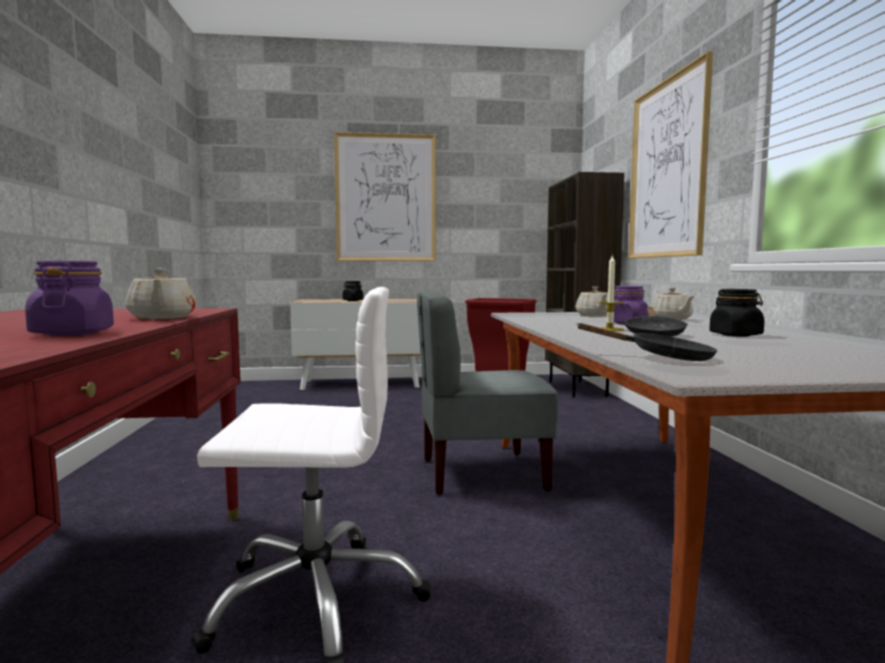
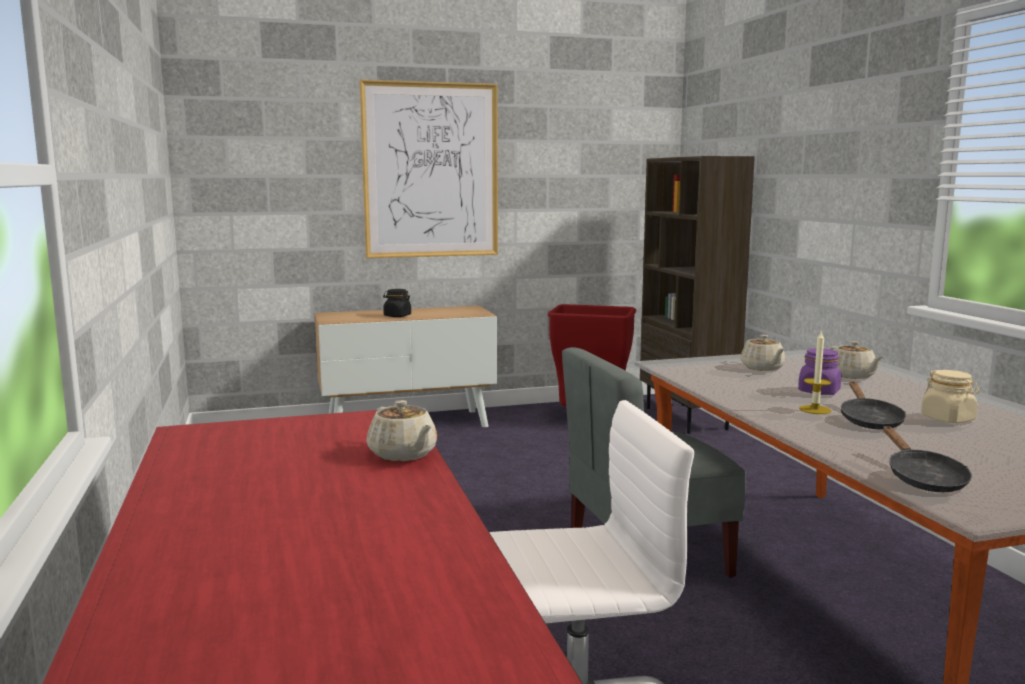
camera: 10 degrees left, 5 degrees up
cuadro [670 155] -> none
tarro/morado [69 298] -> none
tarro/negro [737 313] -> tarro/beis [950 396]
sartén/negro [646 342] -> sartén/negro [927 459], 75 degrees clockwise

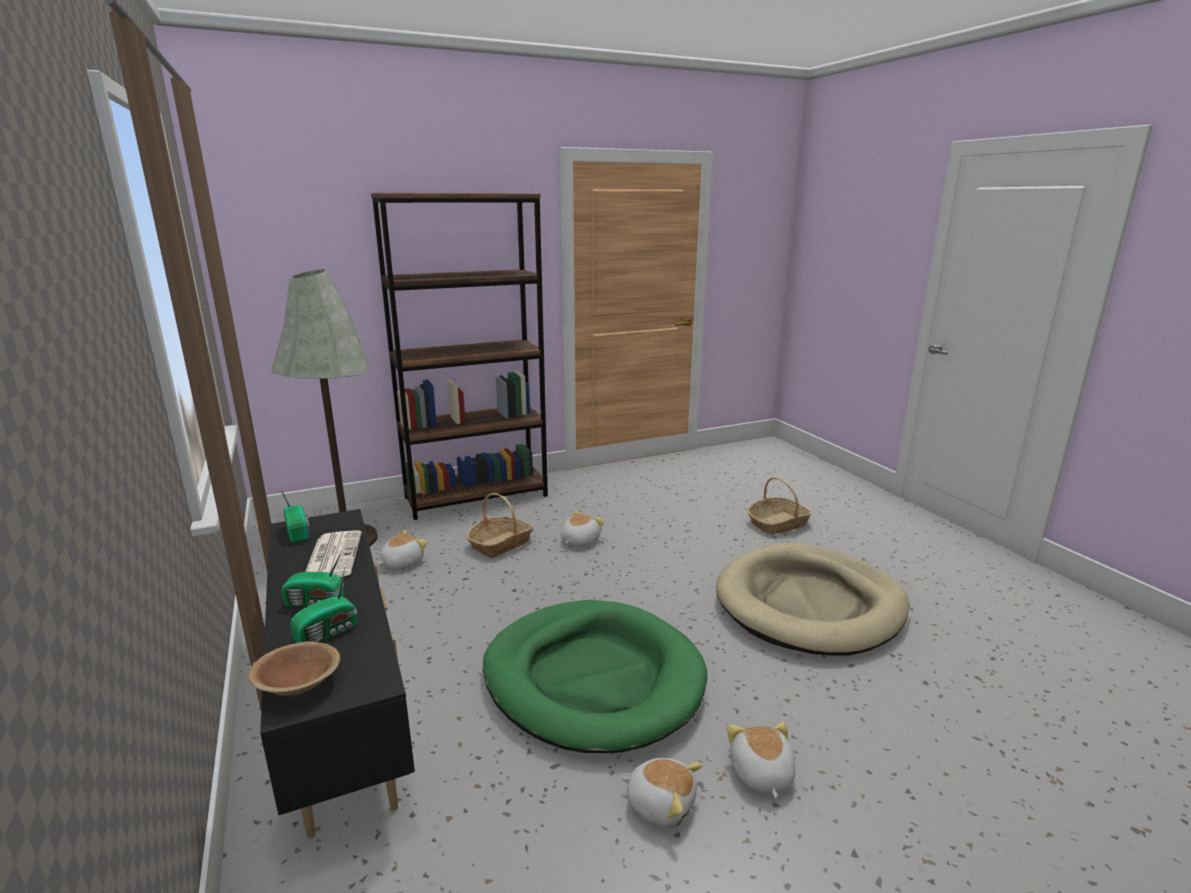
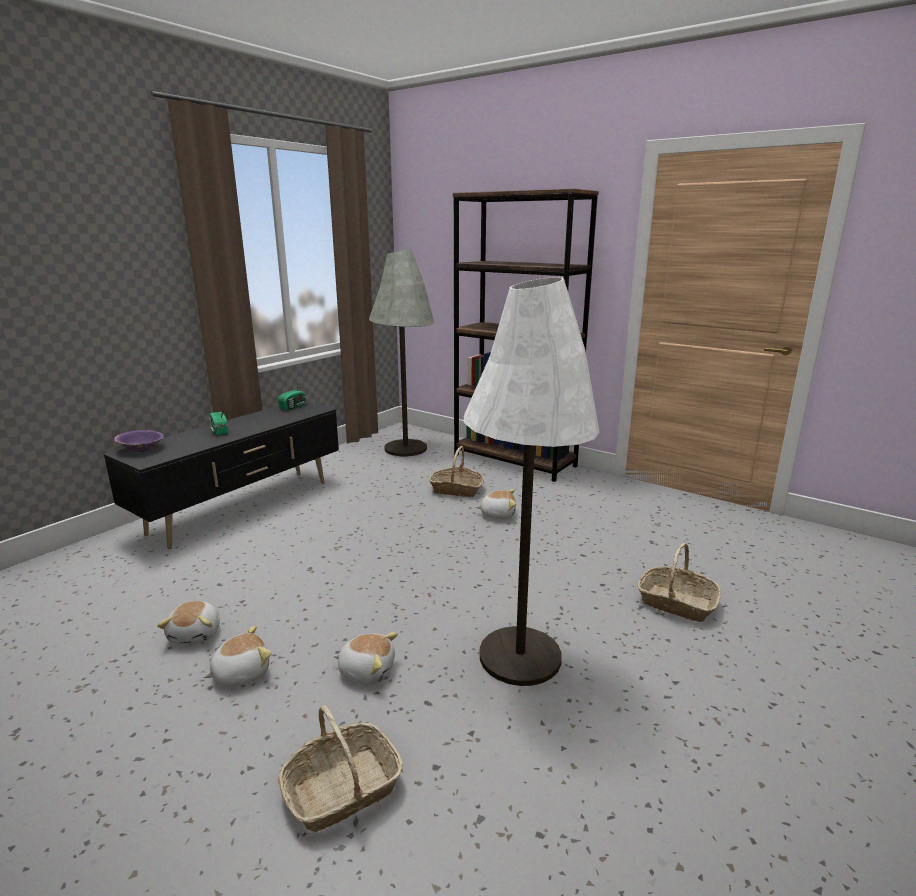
camera: 60 degrees right, 0 degrees up
periódico [333 553] -> none
peluche [402 549] -> peluche [365 658], move
cama para perro/beis [813 599] -> lámpara de pie/blanco [531 481]
radio [323 605] -> none
cama para perro/verde [595 676] -> none
cuenco/marrón [294 668] -> cuenco/morado [139 441]
none -> cesta [340 768]

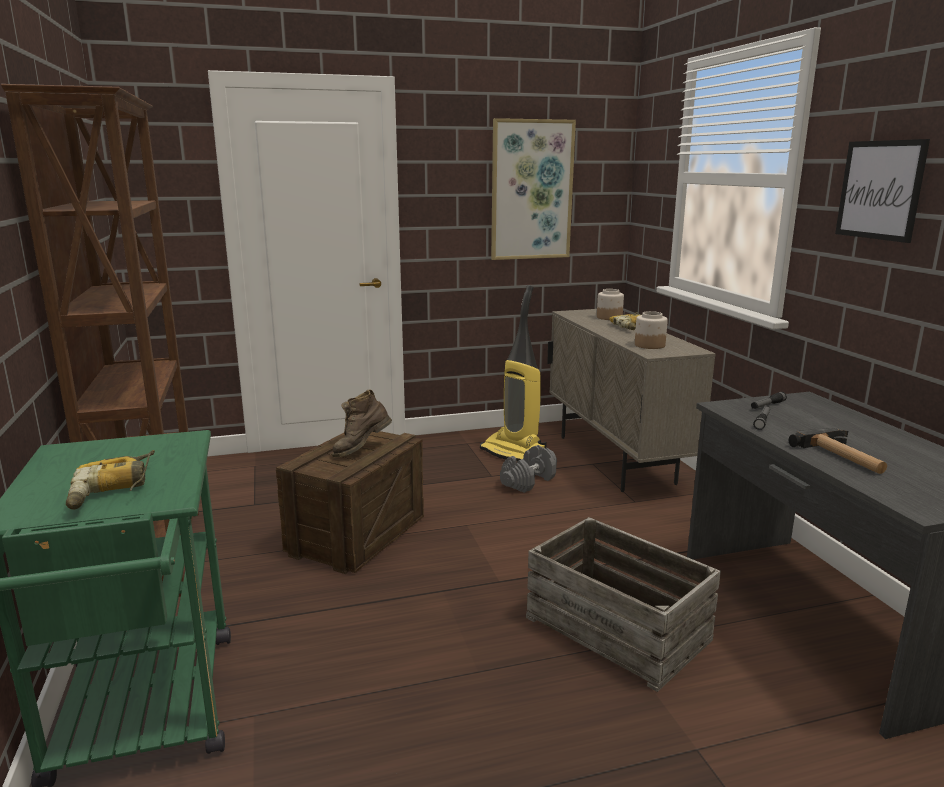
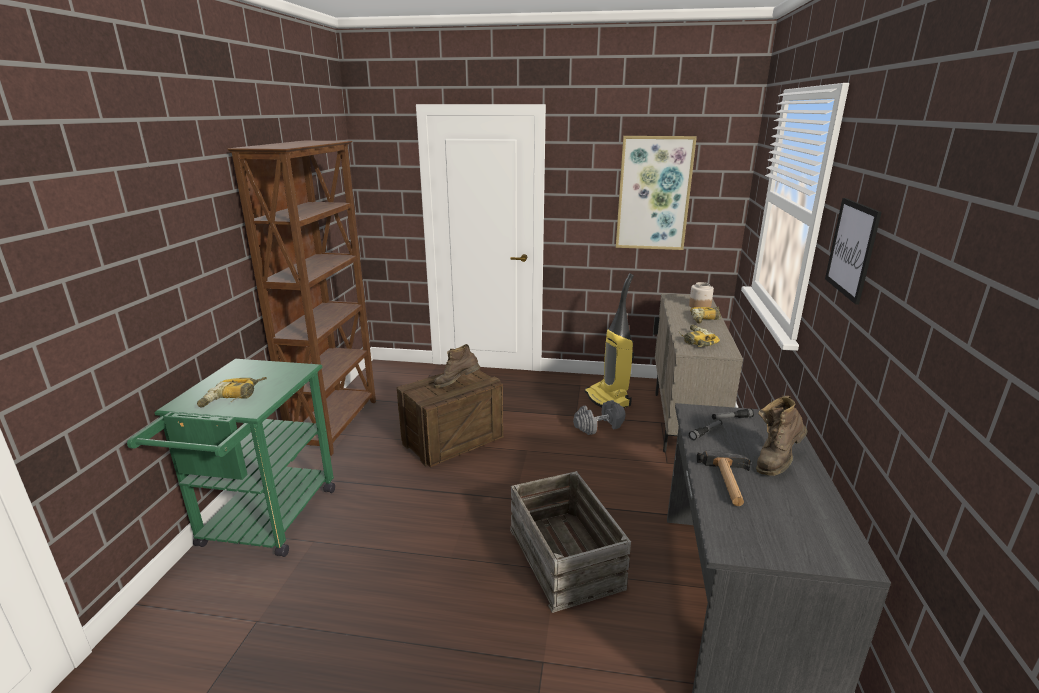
camera: 25 degrees right, 5 degrees up
tarro [651 330] -> taladro [699 336]
none -> bota/marrón [781 436]

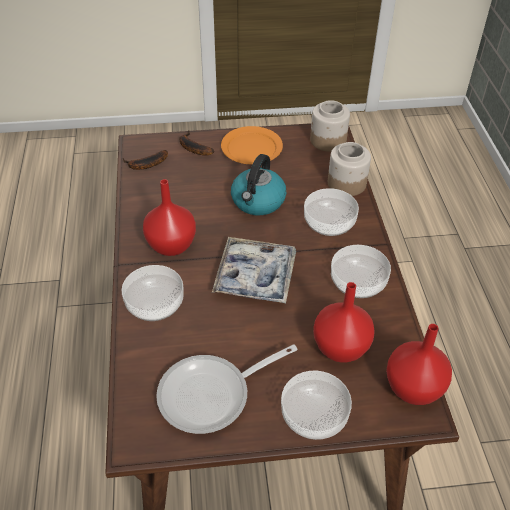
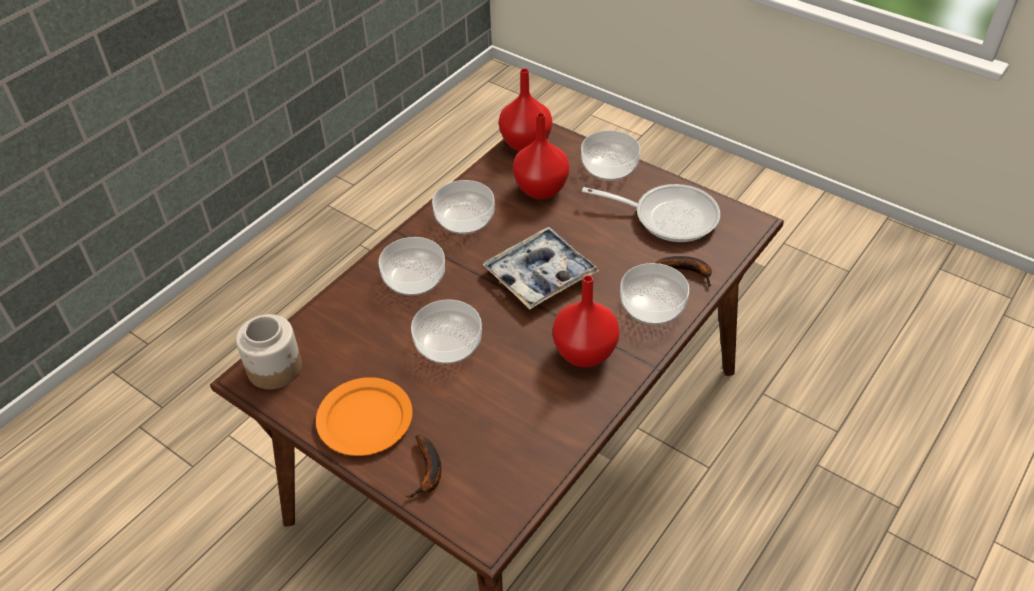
camera: 135 degrees left, 0 degrees up
tarro [349 169] -> none
plátano [145 160] -> plátano [683 271], move
hervidor [258 184] -> cuenco [446 332]

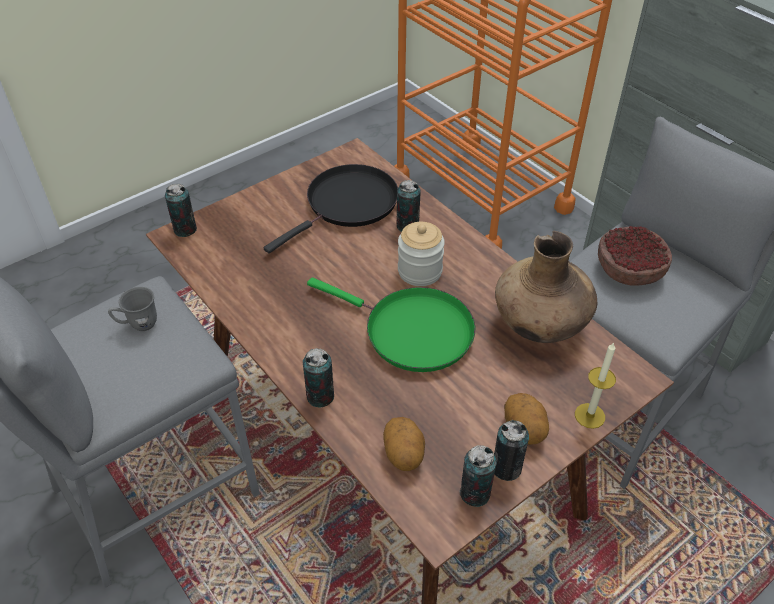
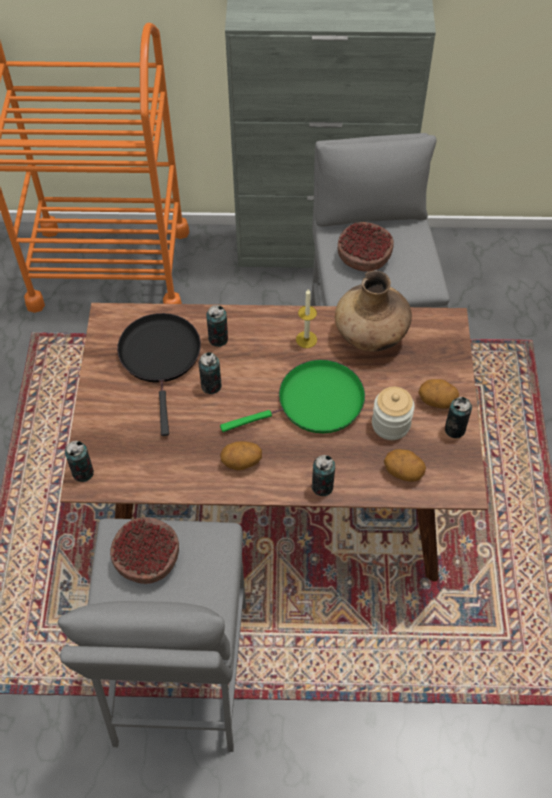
camera: 50 degrees left, 10 degrees up
tarro [421 254] -> tarro [393 413], move
taza grande/gris [132 309] -> cuenco [144 550]
vela [595 385] -> vela [306 318], move
lata [478 476] -> lata [210 373], move
none -> patata [241 455]

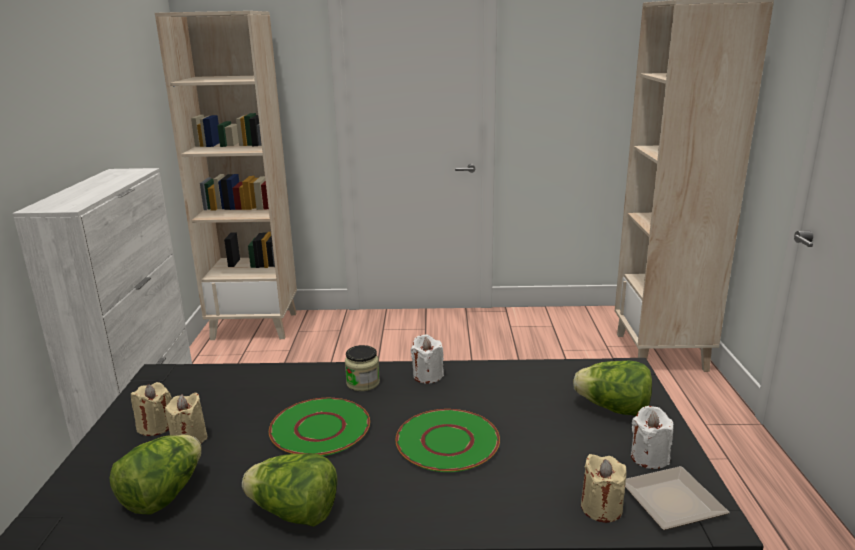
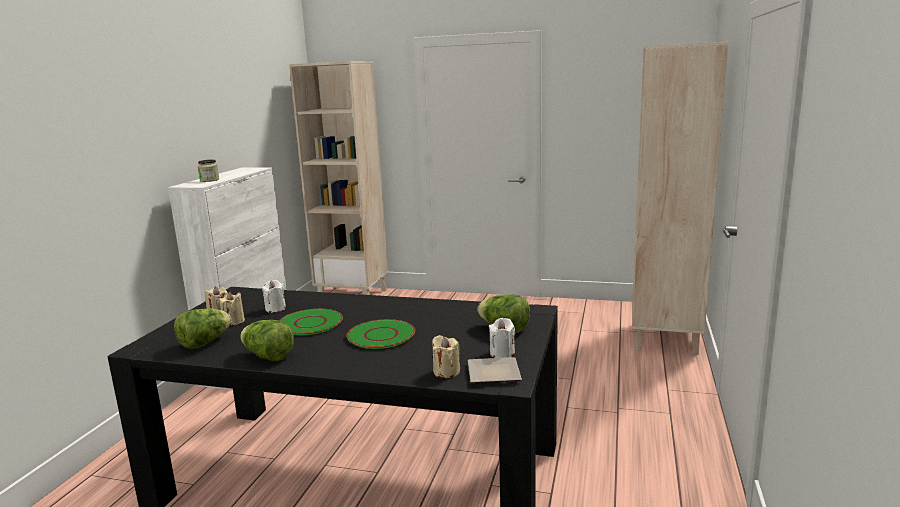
camera: 15 degrees right, 5 degrees down
vela/blanco [427 359] -> vela/blanco [274 296], move
tarro [362 368] -> tarro [208 171], move

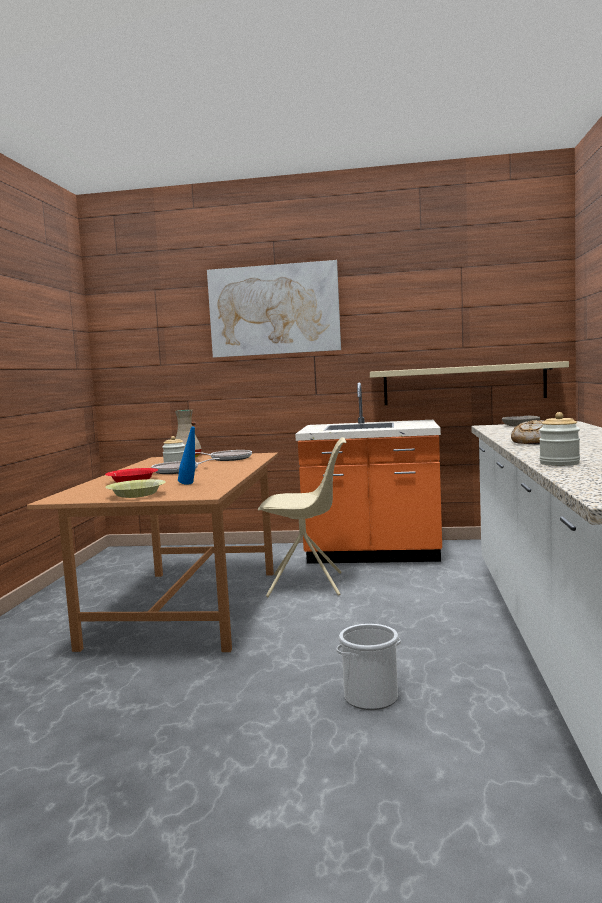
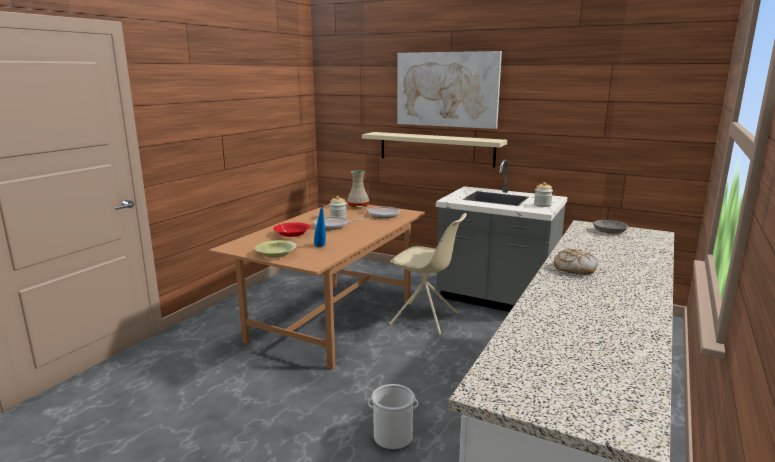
camera: 20 degrees right, 10 degrees up
estante/beis [469 383] -> estante/beis [434 150], move
mueble bajo de cocina/naranja [368 473] -> mueble bajo de cocina/gris [501 235]
tarro [559 439] -> tarro [543 194], move

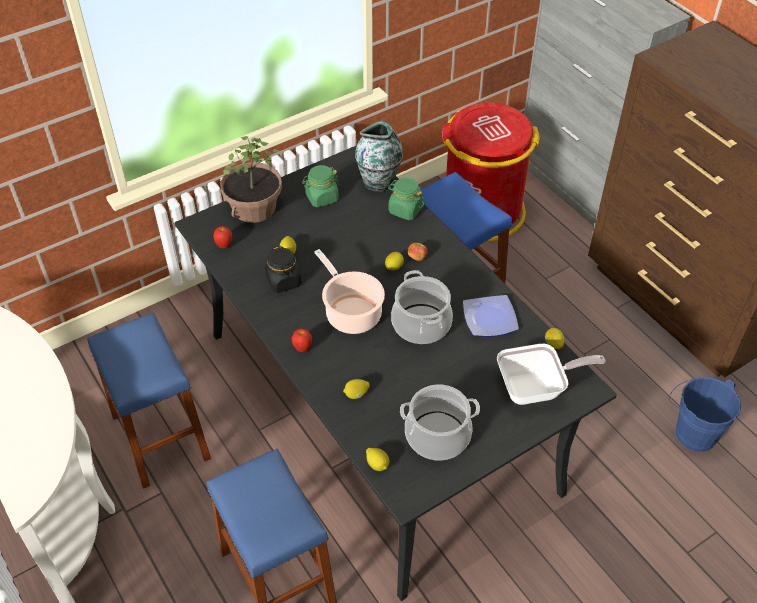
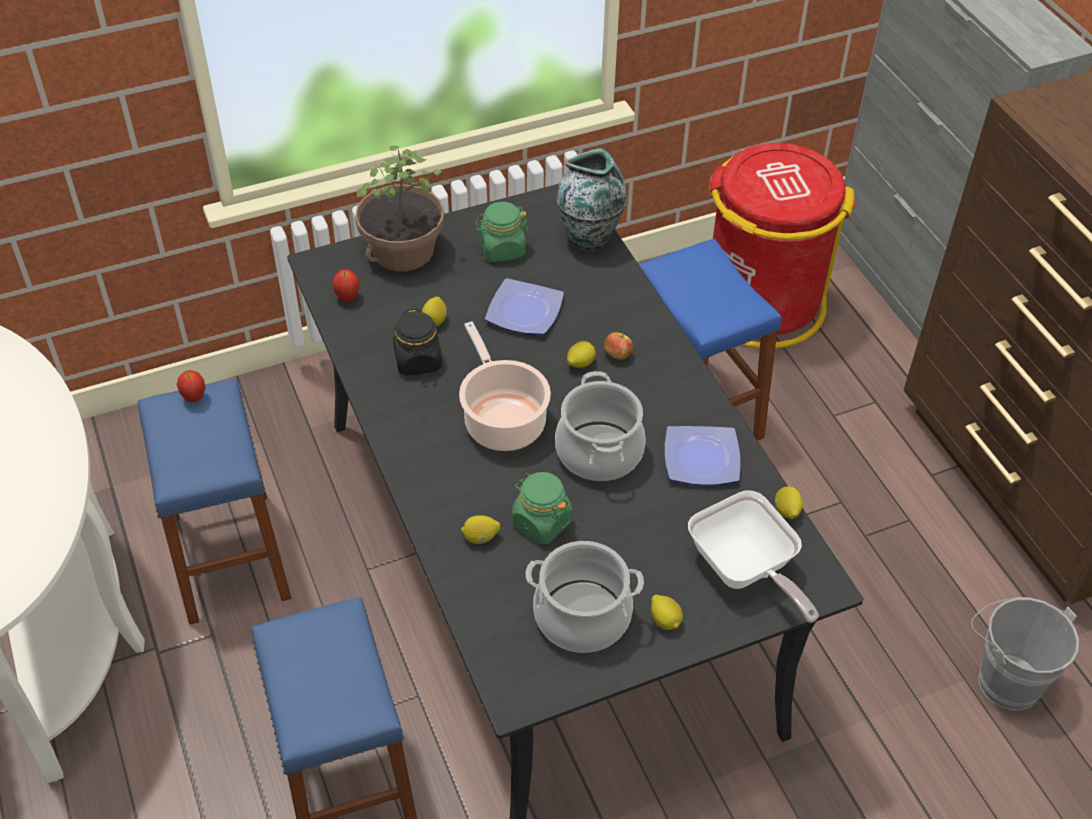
camera: 10 degrees right, 0 degrees up
tarro/verde [406 198] -> tarro/verde [542 508], move
manzana [302 340] -> manzana [191 386], move
sartén [551 374] -> sartén [753 556], 60 degrees clockwise
cubo/azul [705 414] -> cubo/gris [1025 653]
limón [377 459] -> limón [667 612], move
none -> plato [524 306]

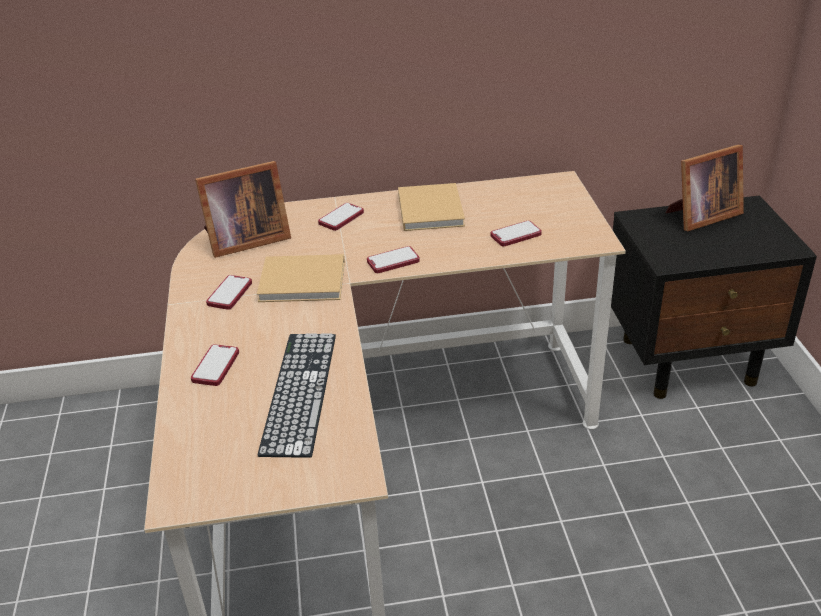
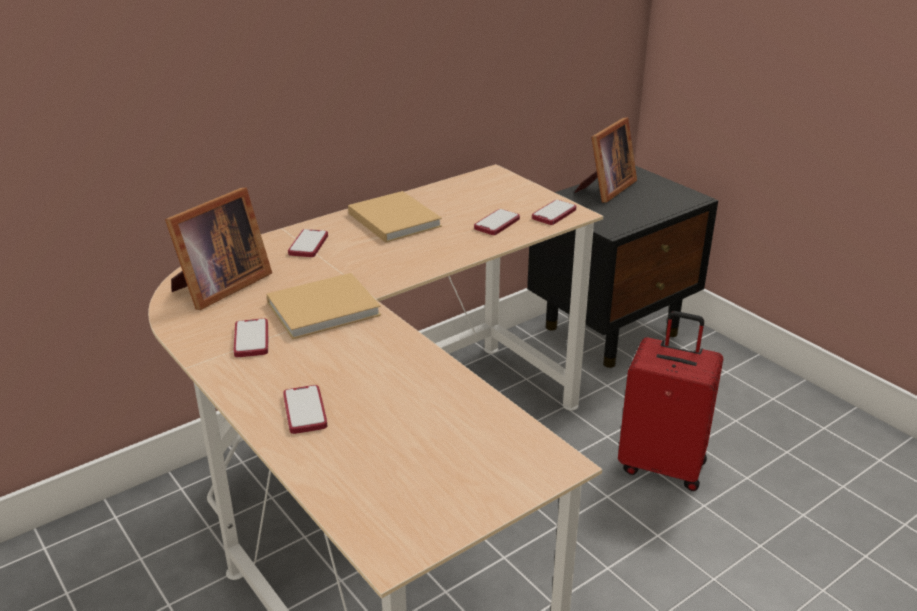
camera: 30 degrees left, 5 degrees down
móvil [393 259] -> móvil [554 212], move
teclado [297 396] -> none
none -> maleta/rojo [670 401]

